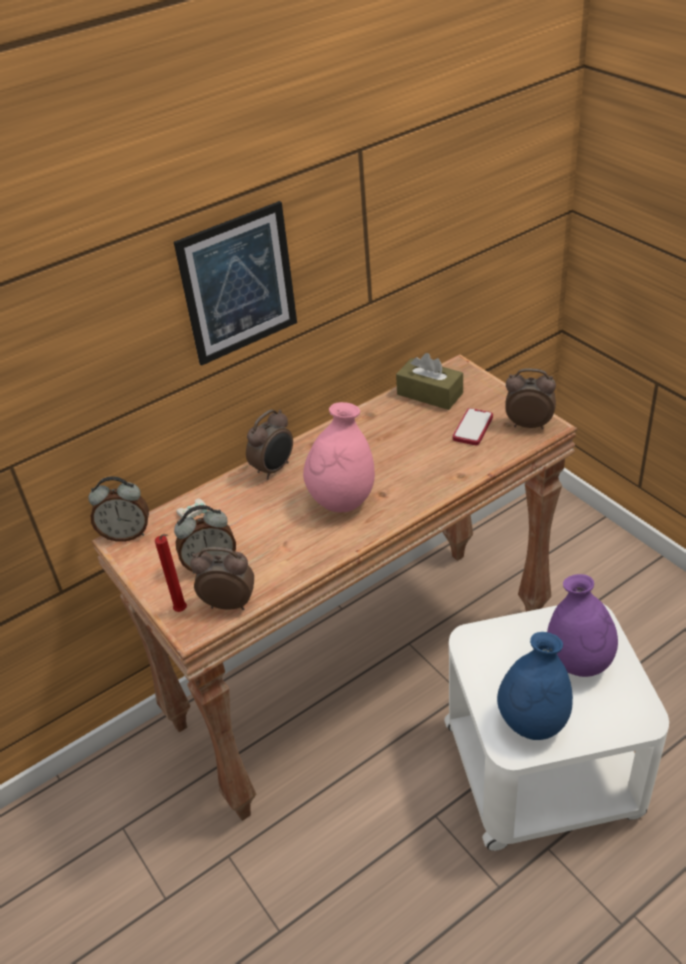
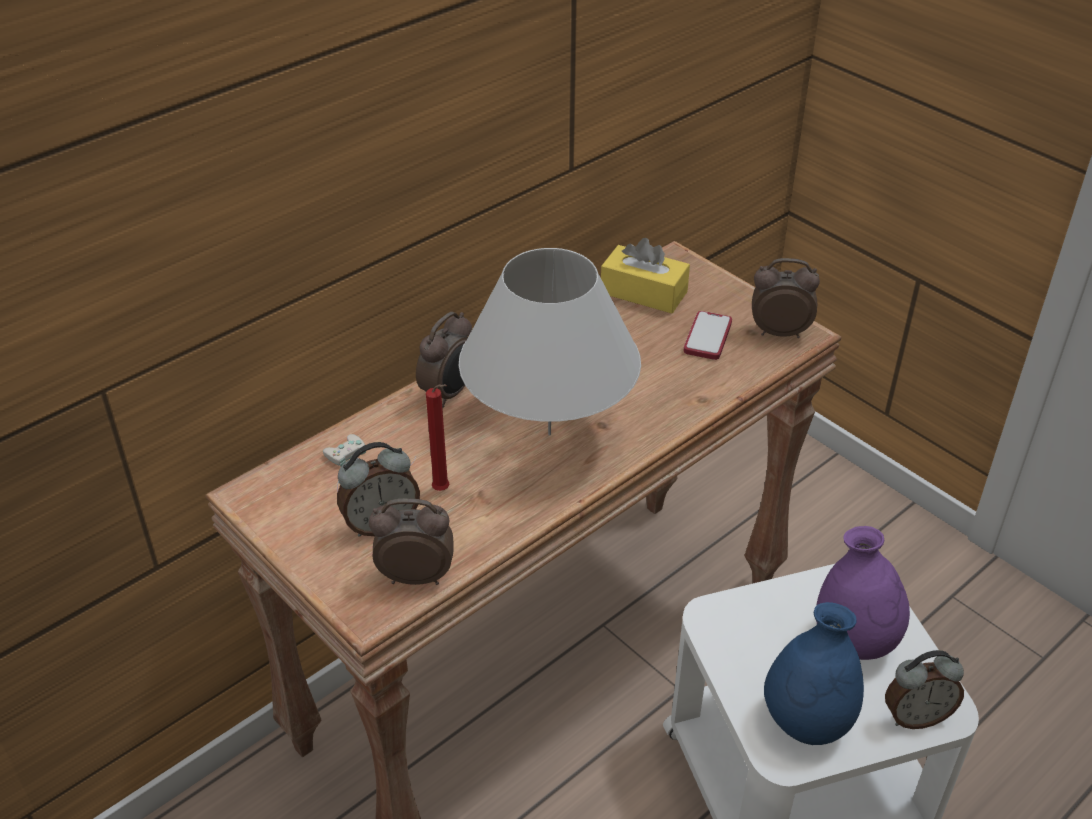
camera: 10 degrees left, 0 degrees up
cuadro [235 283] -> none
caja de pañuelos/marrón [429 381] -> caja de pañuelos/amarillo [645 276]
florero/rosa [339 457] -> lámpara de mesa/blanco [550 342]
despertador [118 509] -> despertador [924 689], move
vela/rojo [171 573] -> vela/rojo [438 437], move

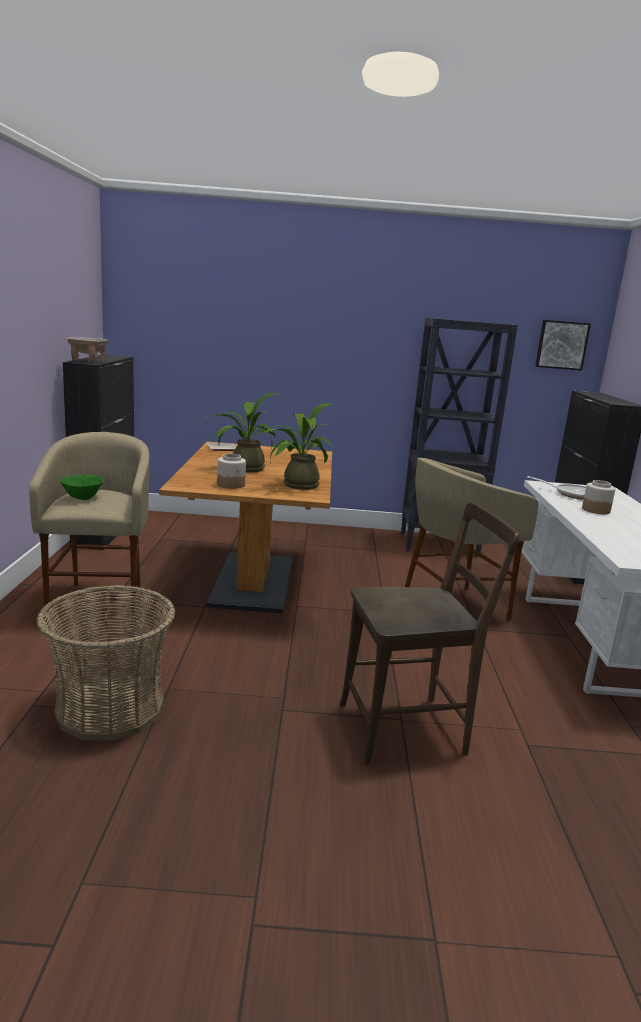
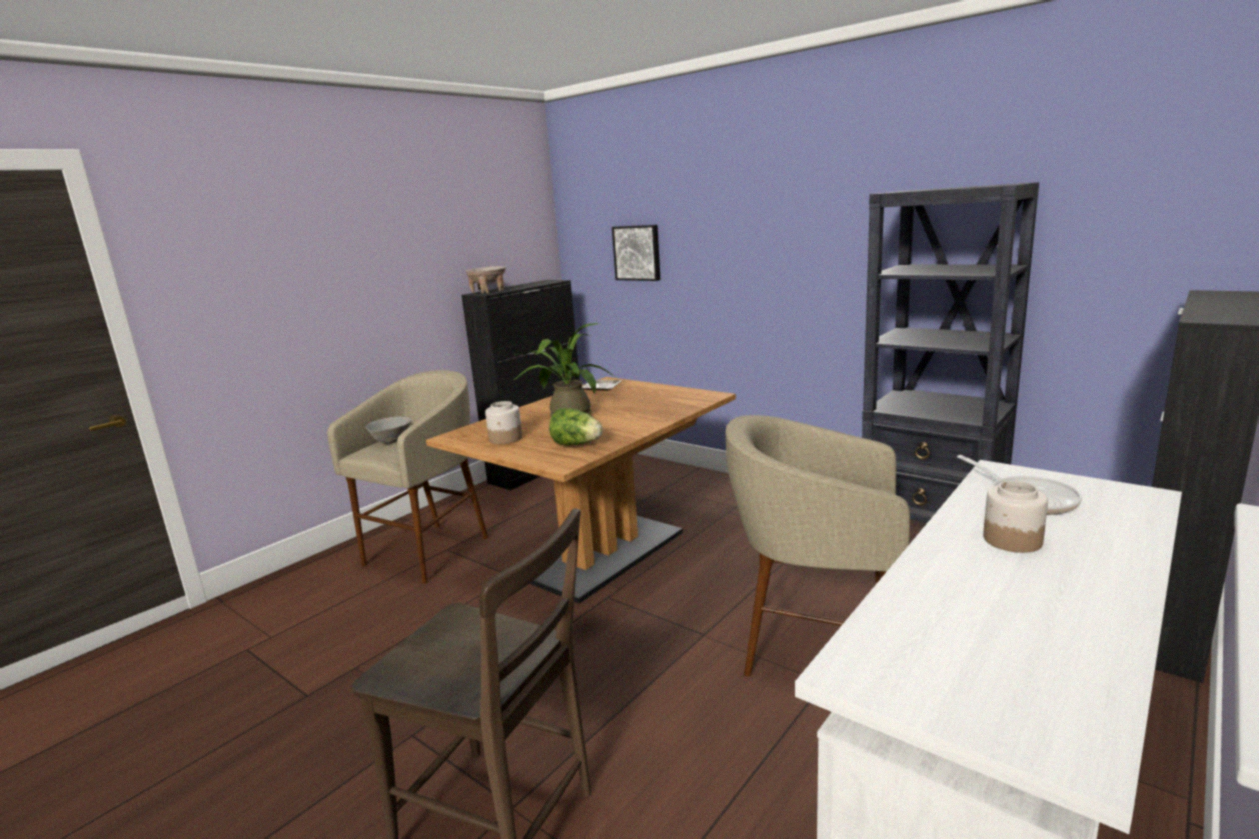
camera: 40 degrees right, 0 degrees up
cuadro [563 345] -> cuadro [636 253], move
planta en maceta [298 446] -> lechuga [576 427]
cuenco/verde [82 487] -> cuenco/gris [389 430]
cesta [106 663] -> none

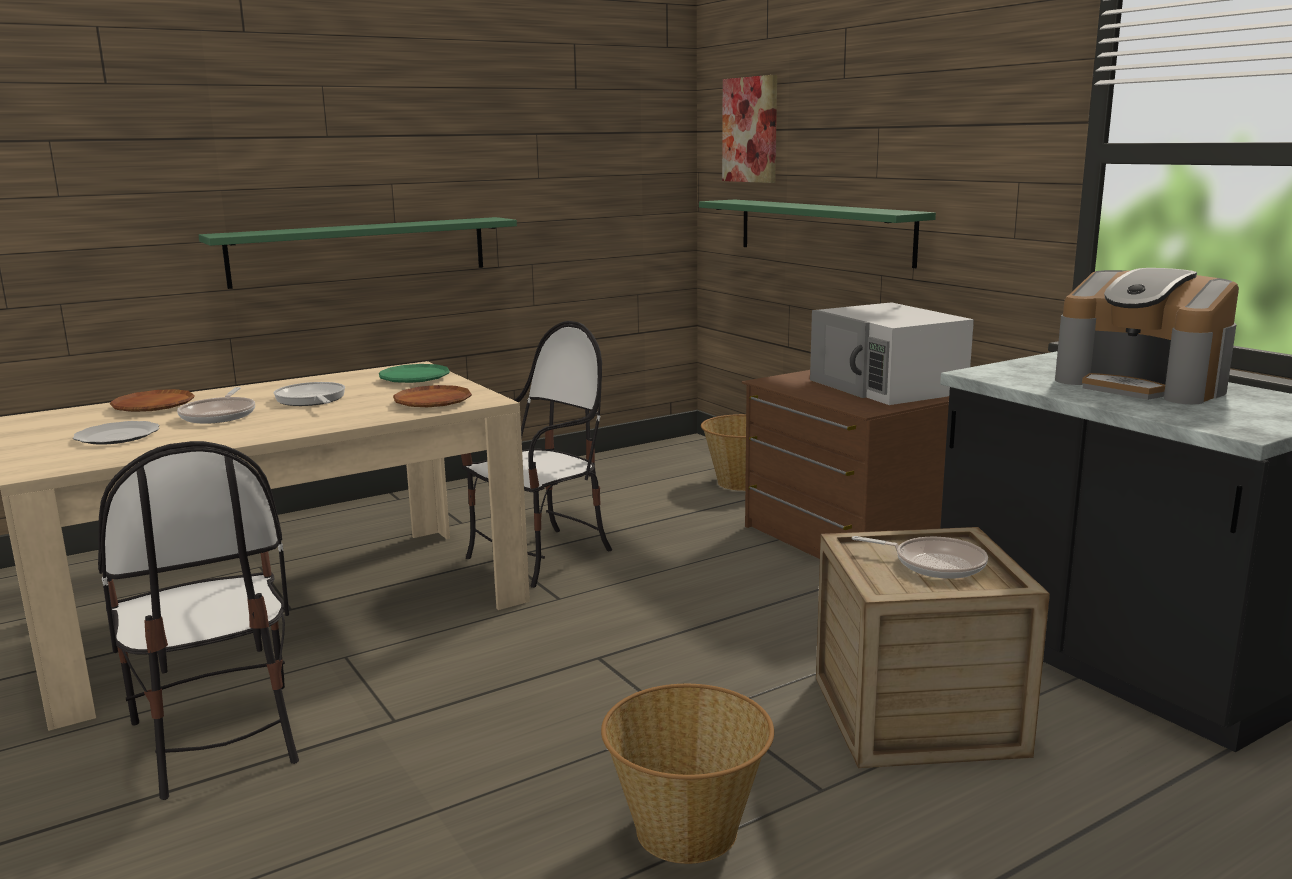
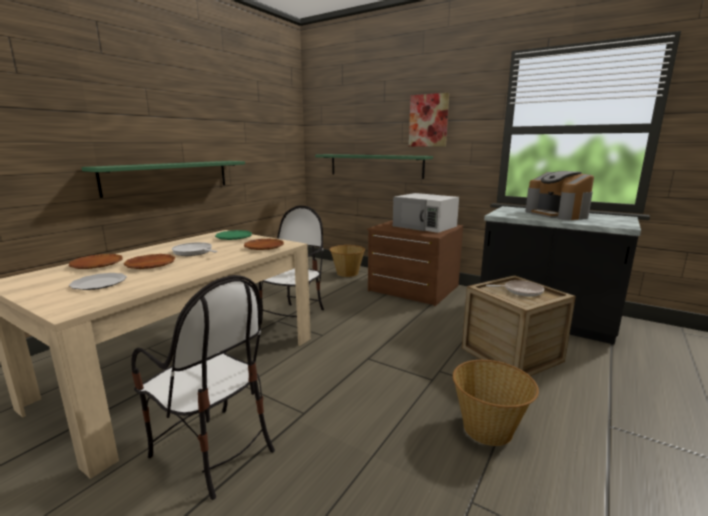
camera: 25 degrees left, 0 degrees up
cuadro [749 129] -> cuadro [429 119], move
cafetera [1147 336] -> cafetera [559 195], 45 degrees clockwise
sartén [216 405] -> plato/marrón [149 261]

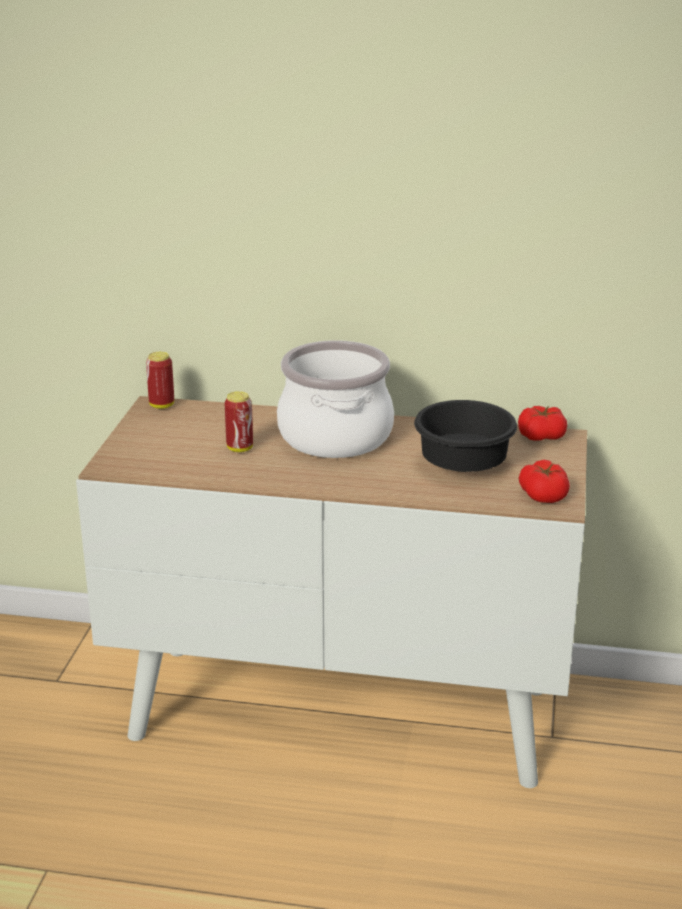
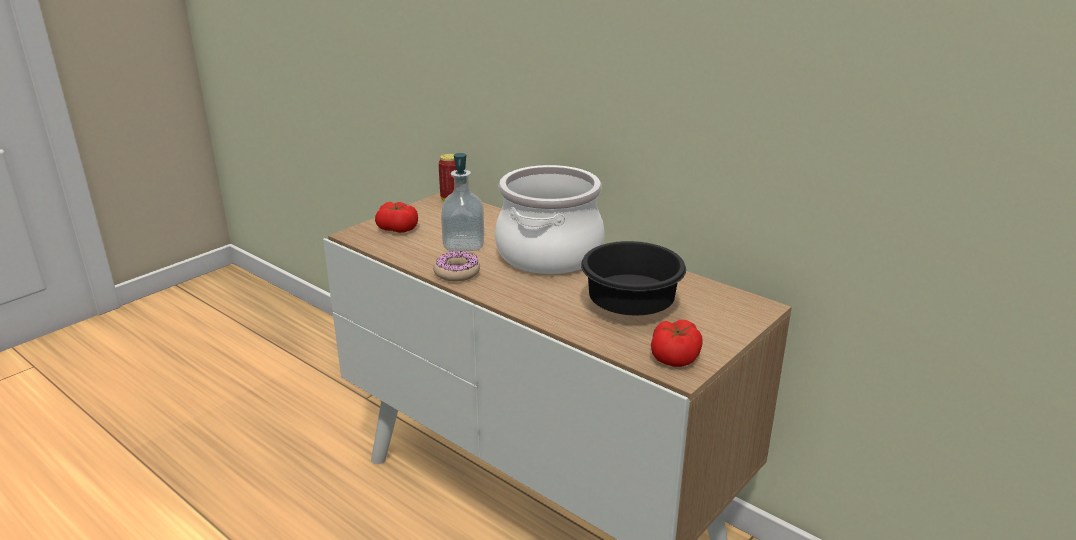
camera: 30 degrees right, 0 degrees up
lata [239 421] -> dispensador de jabón [462 202]
tomate [542 423] -> tomate [396 217], move
none -> rosquilla [456 266]

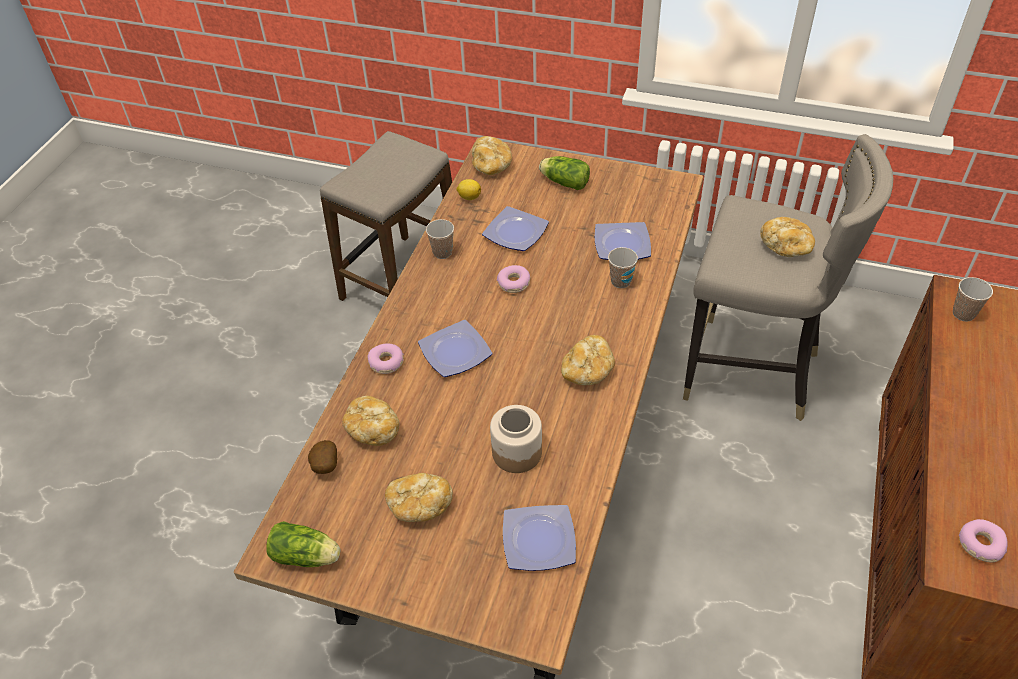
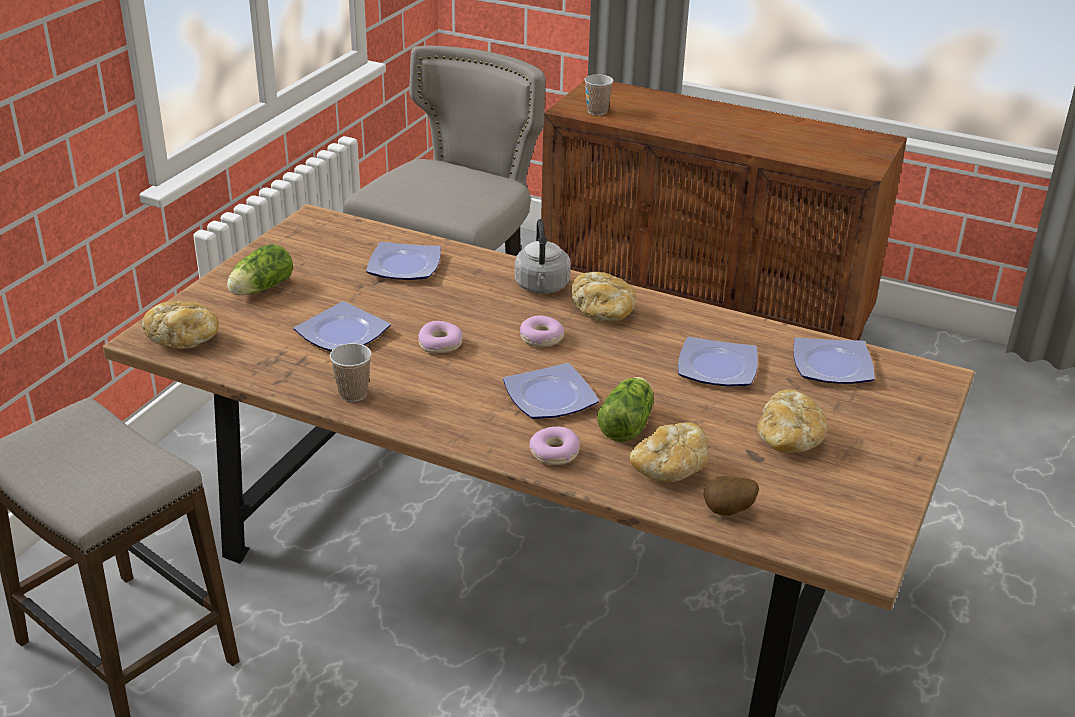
camera: 85 degrees left, 15 degrees down
limón [468 189] -> none
pan [787 237] -> none
taza [623 267] -> none
tarro [516 439] -> plato [718 362]
rosquilla [983 540] -> rosquilla [542 331], move
lechuga [303 544] -> lechuga [625 409], move
none -> hervidor/gris [543 256]

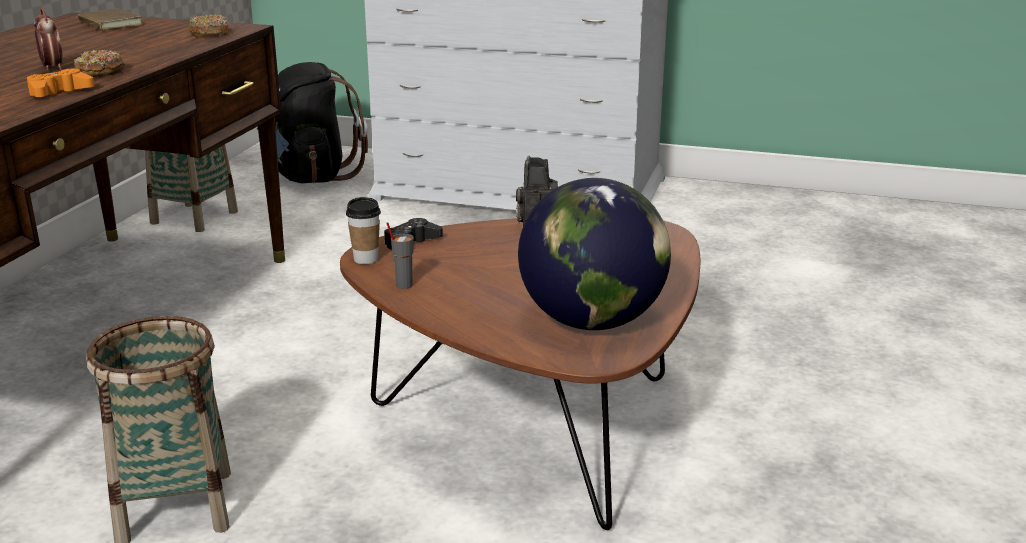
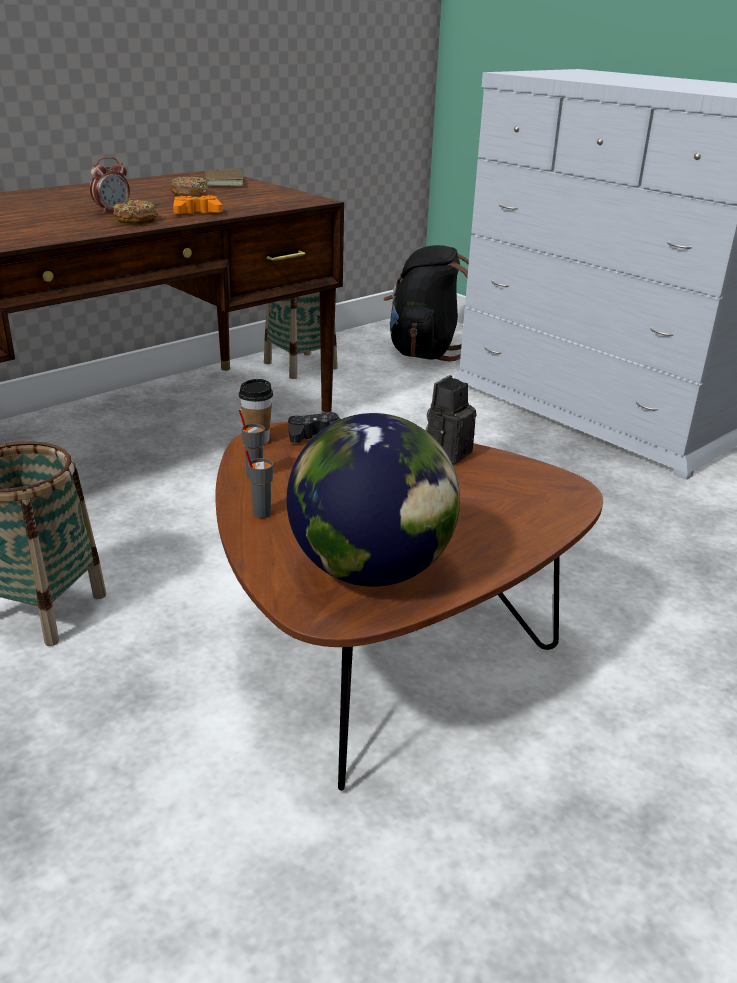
camera: 30 degrees right, 5 degrees up
despertador [48 39] -> despertador [110 185], 45 degrees clockwise
rosquilla [208 25] -> rosquilla [188 187], move
mando de consola/naranja [60 83] -> mando de consola/naranja [198 204], move
none -> taza/gris [259 484]

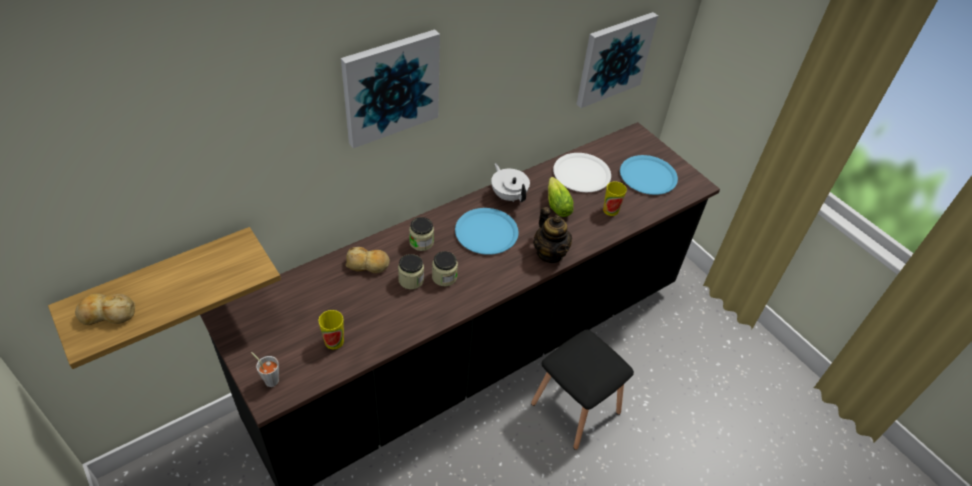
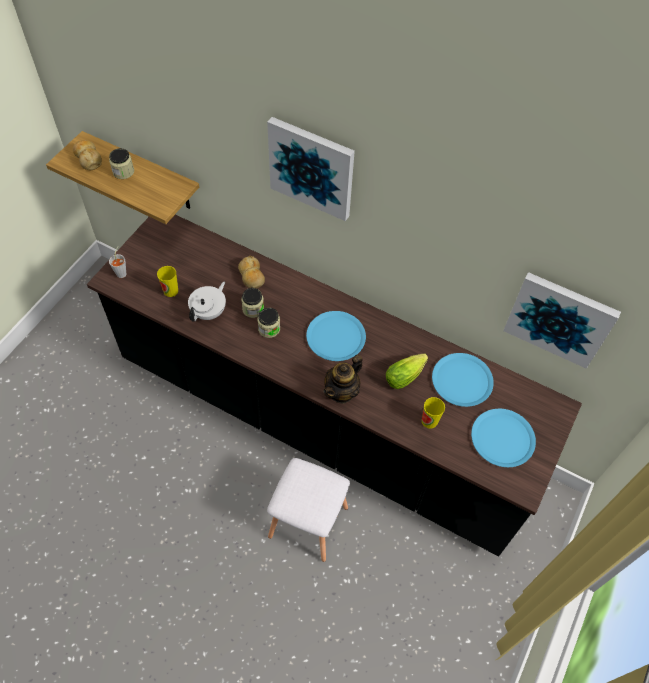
camera: 65 degrees right, 10 degrees up
plato/blanco [582 172] -> plato/azul [463 380]
tetera/blanco [510 182] -> tetera/blanco [207 302], move
tarro [421 234] -> tarro [121 163], move
taburete/negro [582 390] -> taburete/blanco [308 510]

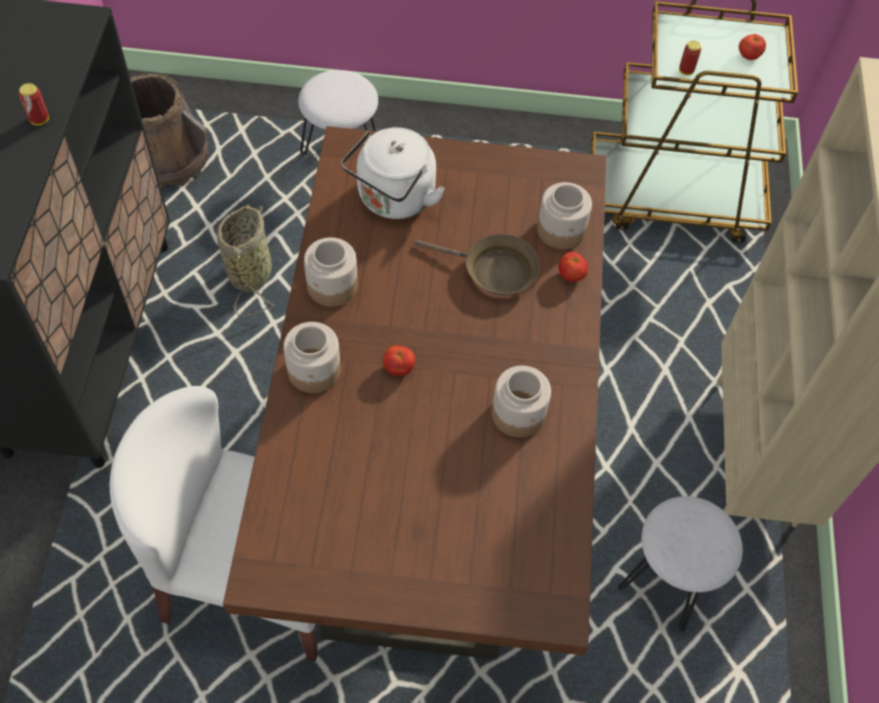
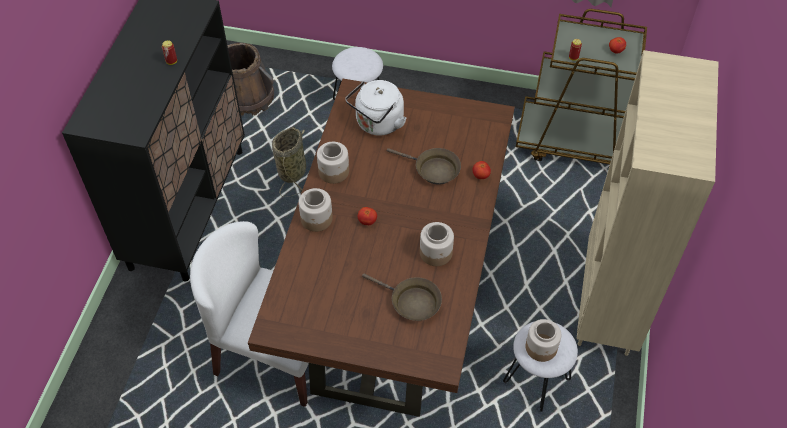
camera: 10 degrees right, 5 degrees down
tarro [564 215] -> tarro [543 340], move
none -> sartén/marrón [402 297]

